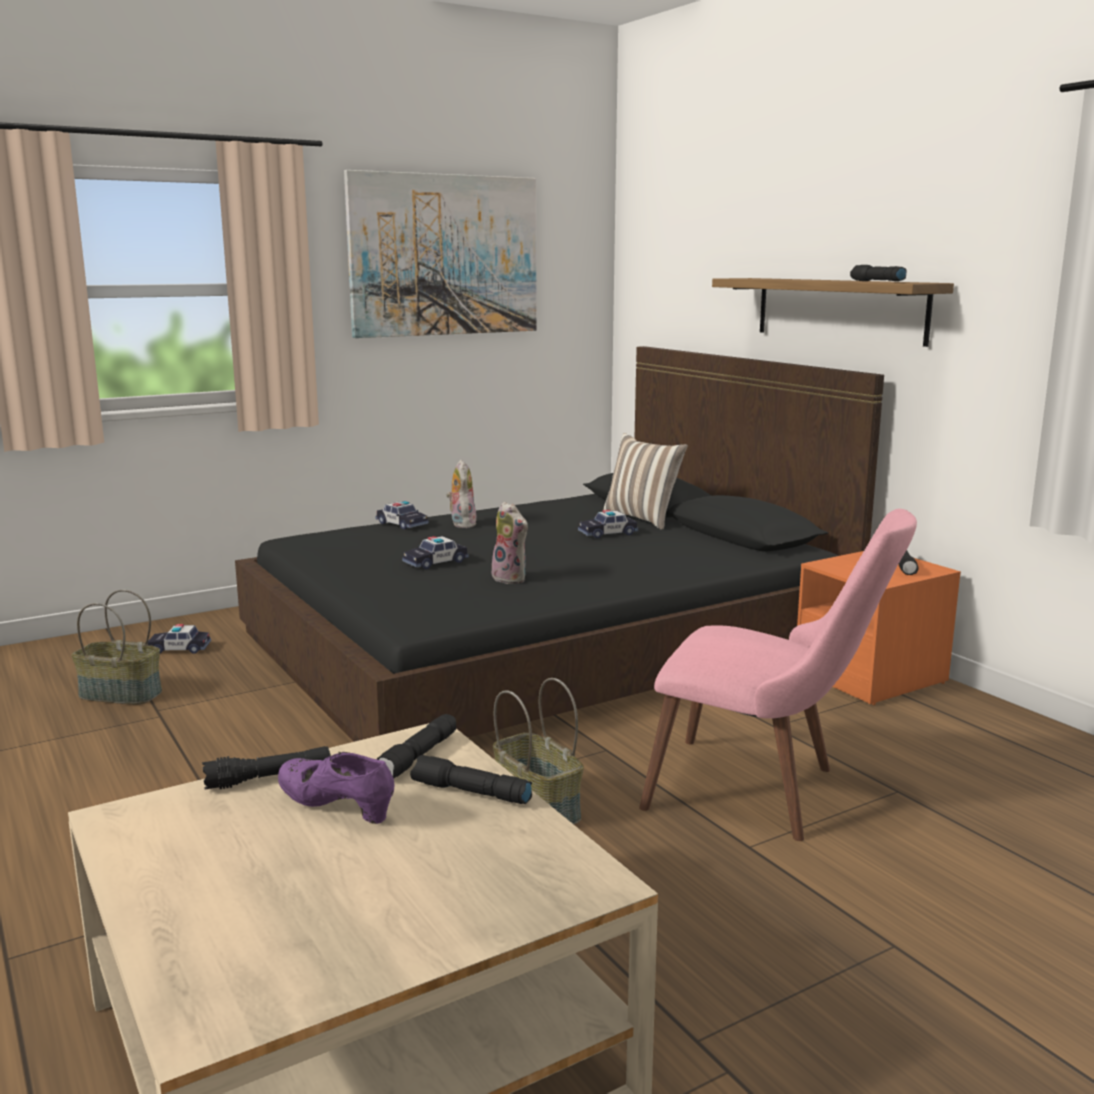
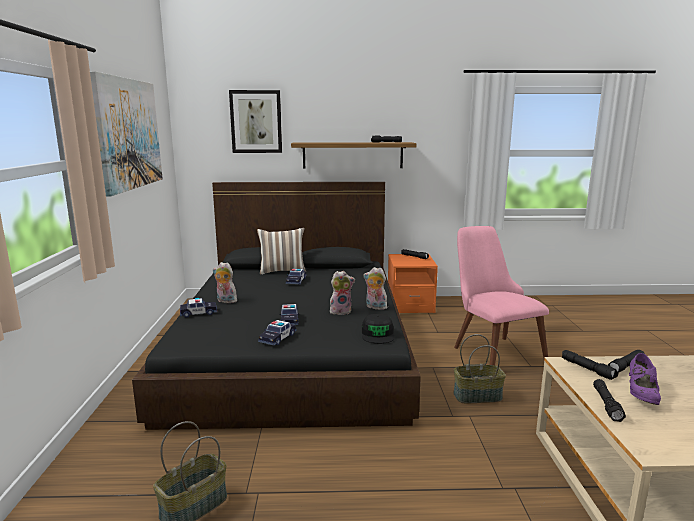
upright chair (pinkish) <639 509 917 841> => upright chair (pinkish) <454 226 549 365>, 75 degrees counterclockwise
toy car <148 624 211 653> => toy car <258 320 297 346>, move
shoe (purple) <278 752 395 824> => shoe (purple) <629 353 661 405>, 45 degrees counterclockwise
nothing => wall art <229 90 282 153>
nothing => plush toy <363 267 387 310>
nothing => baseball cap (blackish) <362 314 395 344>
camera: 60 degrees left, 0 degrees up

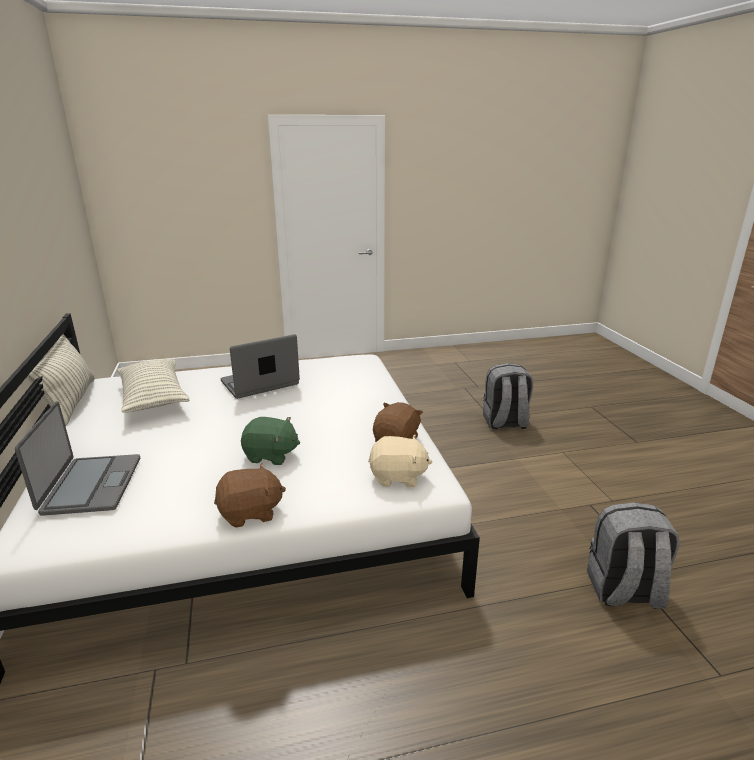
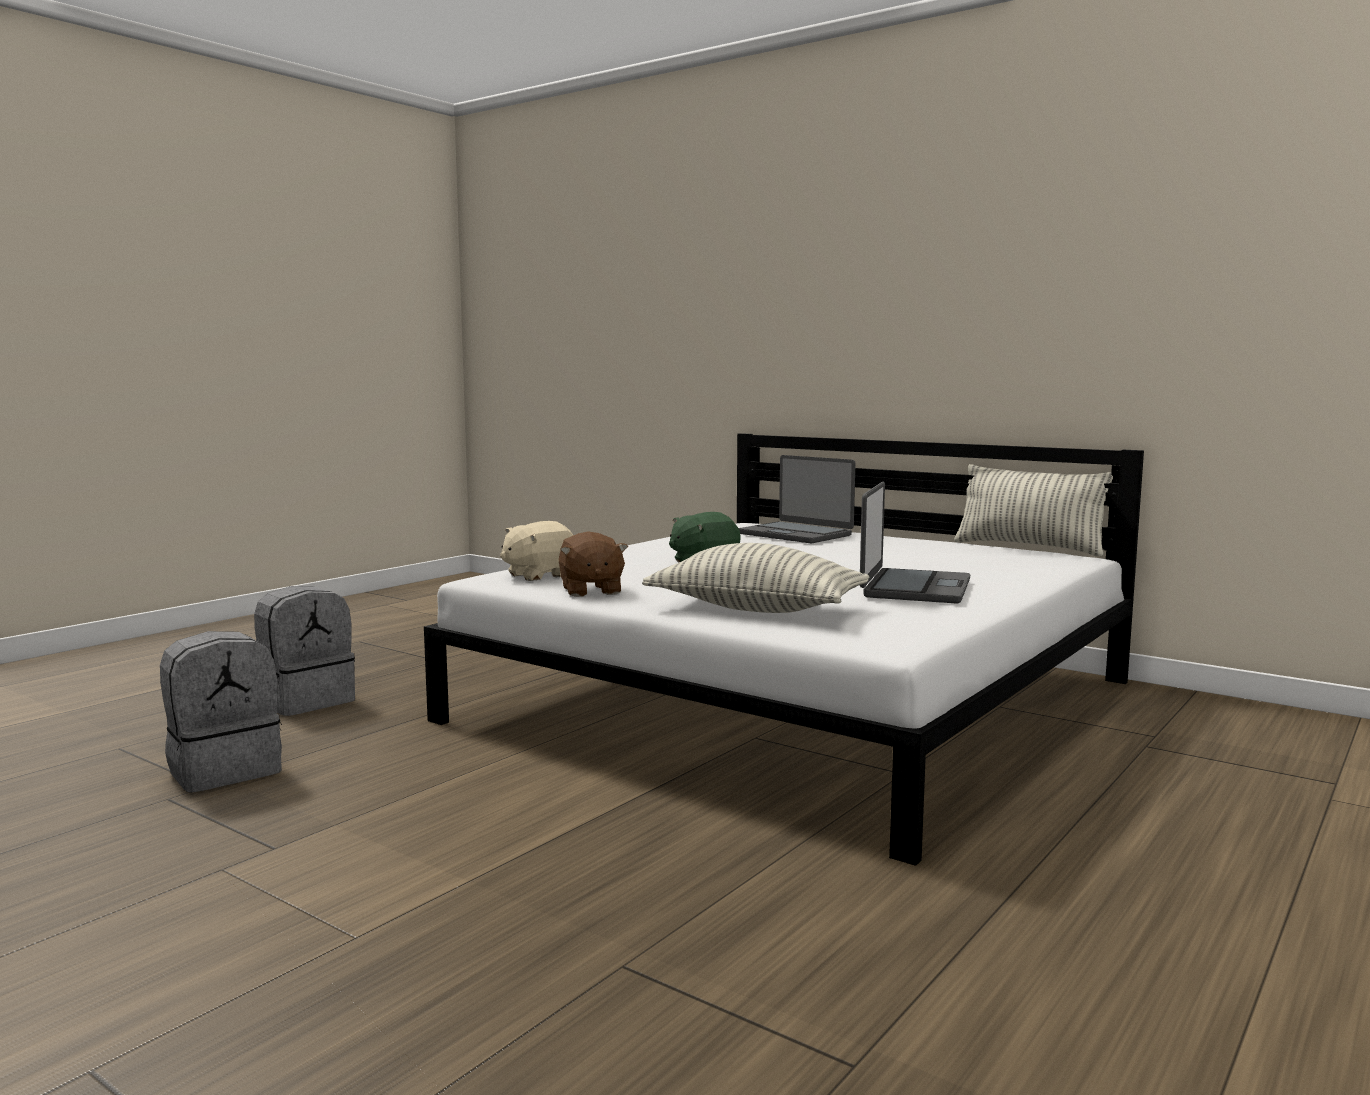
pillow <117 359 190 413> => pillow <642 543 870 613>, move
rucksack (gray) <483 363 533 429> => rucksack (gray) <254 586 355 716>, move
plush toy (brown) <214 463 286 528> => nothing
camera: 140 degrees right, 15 degrees down

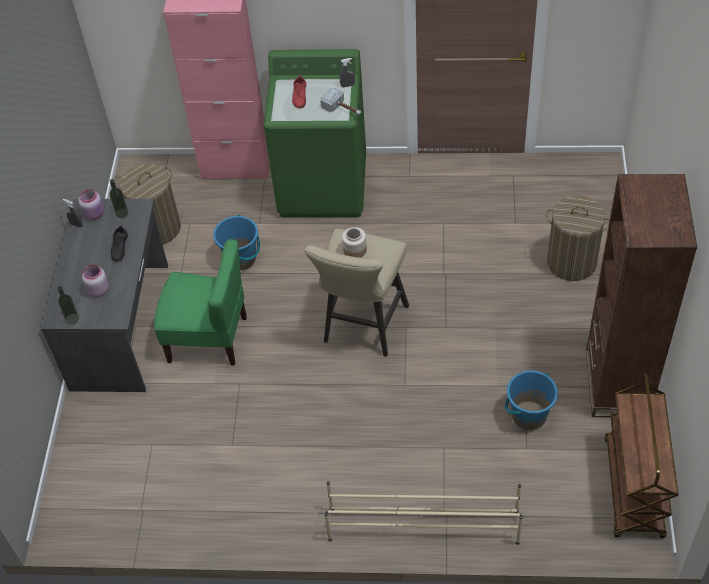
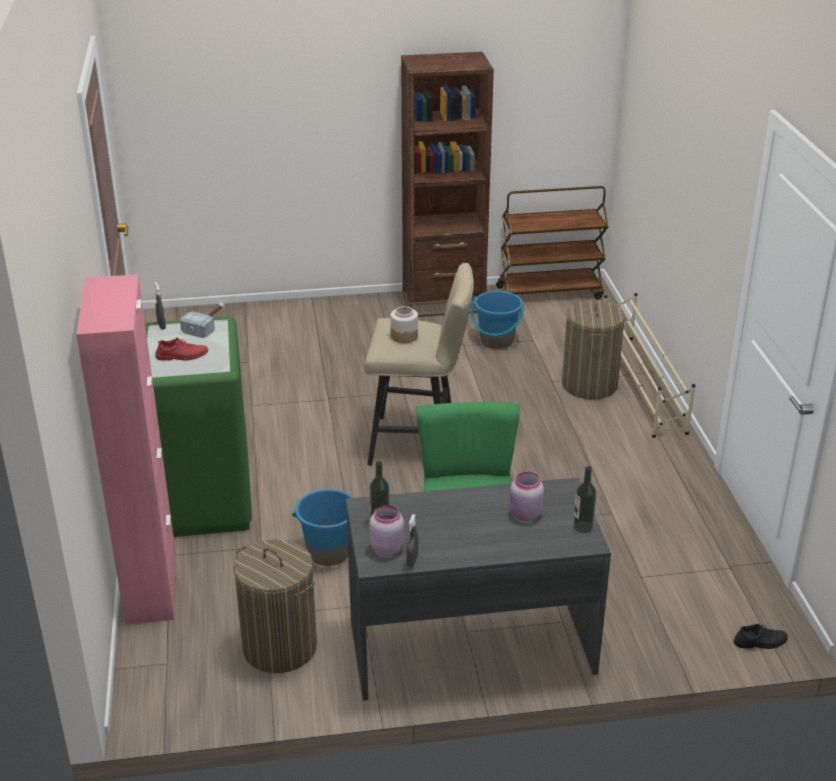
washing basket <546 196 610 281> => washing basket <562 300 625 400>, move
shoe (blackish) <111 226 128 262> => shoe (blackish) <734 624 788 649>, move
camera: 105 degrees left, 20 degrees down

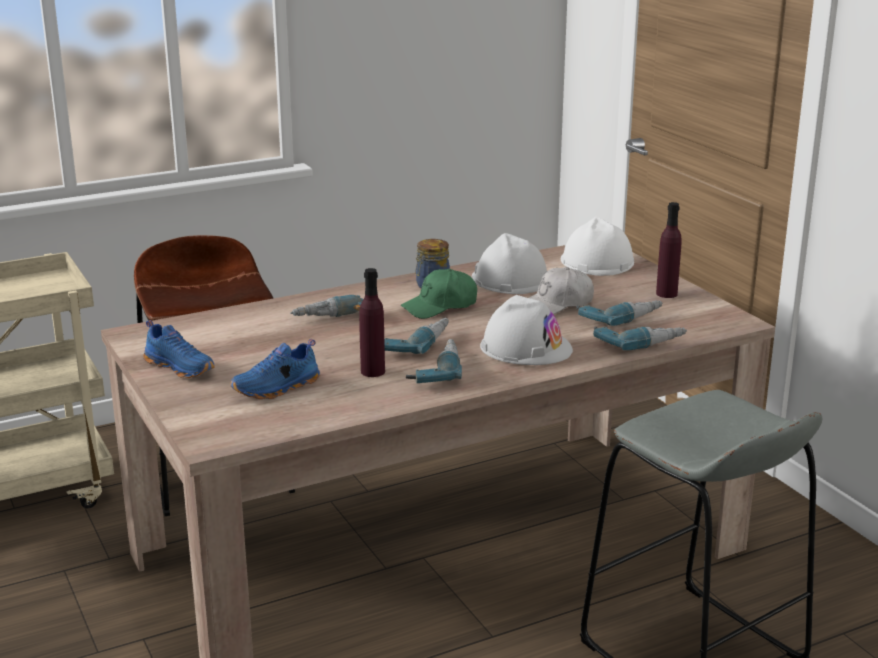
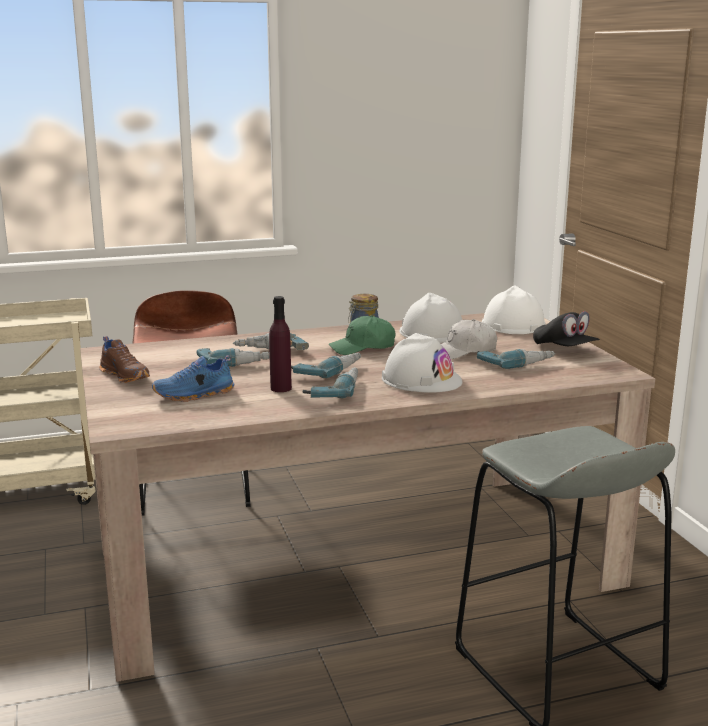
drink bottle (purple) <656 202 682 298> => baseball cap (blackish) <533 311 600 346>
shoe (bluish) <143 320 215 378> => shoe (brown) <99 336 150 383>
drill <593 327 687 350> => drill <196 348 270 367>, move
camera: 10 degrees right, 5 degrees down

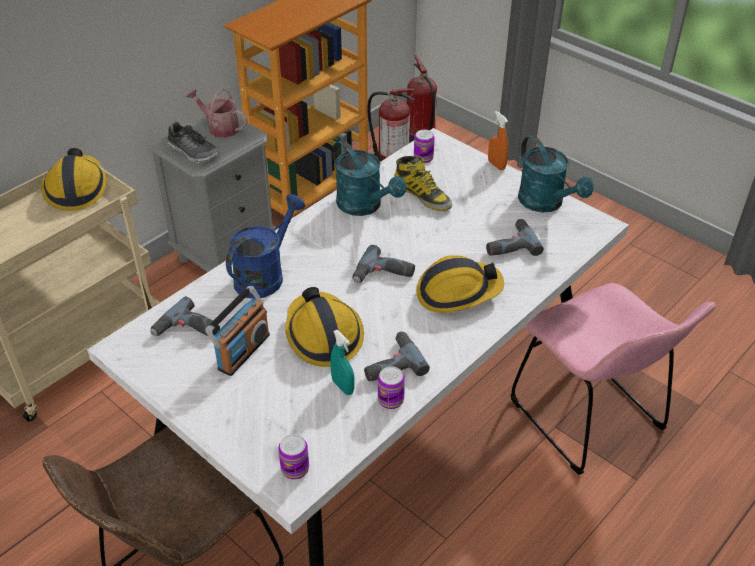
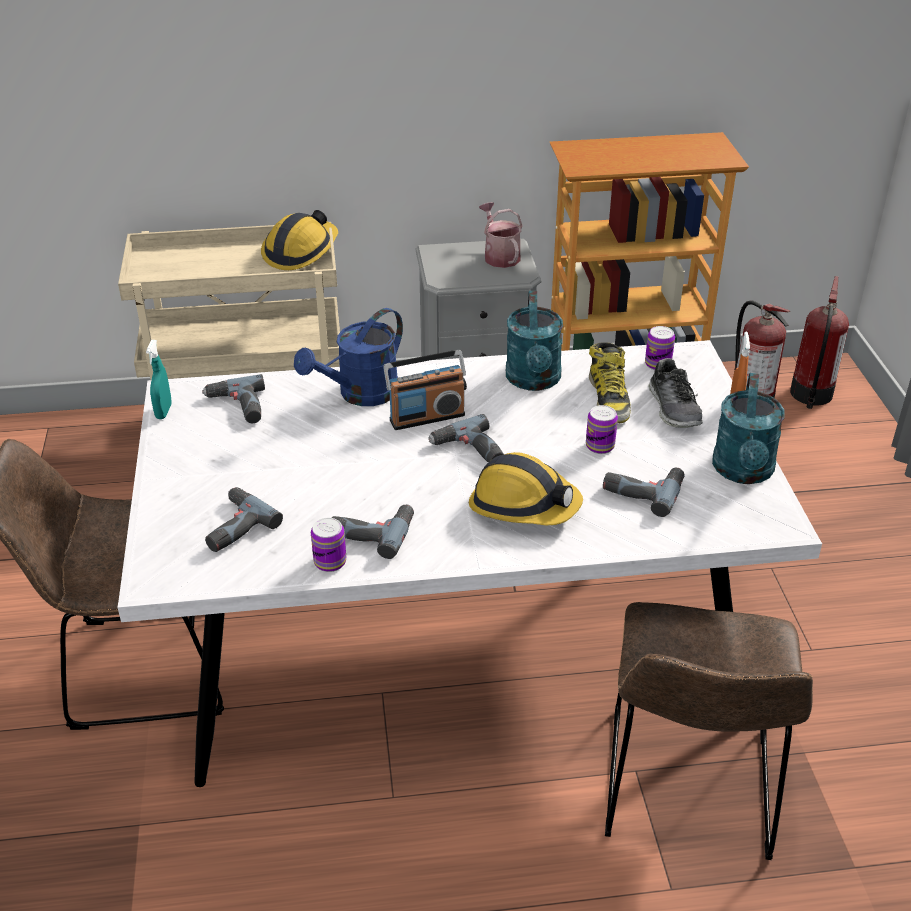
shoe <167 122 219 163> => shoe <648 358 703 428>, move
watering pot (bluish) <226 194 305 299> => watering pot (bluish) <294 308 403 406>, 150 degrees clockwise
upright chair (pinkish) <510 283 716 475> => upright chair (brown) <605 602 813 860>
radio receiver <205 286 270 376> => radio receiver <383 350 467 430>, move
work helmet <285 287 364 367> => nothing
spray bottle (turquoise-coloured) <330 330 354 395> => spray bottle (turquoise-coloured) <146 340 172 419>, move
metal can <278 434 309 479> => metal can <586 405 618 454>, move
nothing => drill <205 487 283 552>
camera: 40 degrees right, 5 degrees down

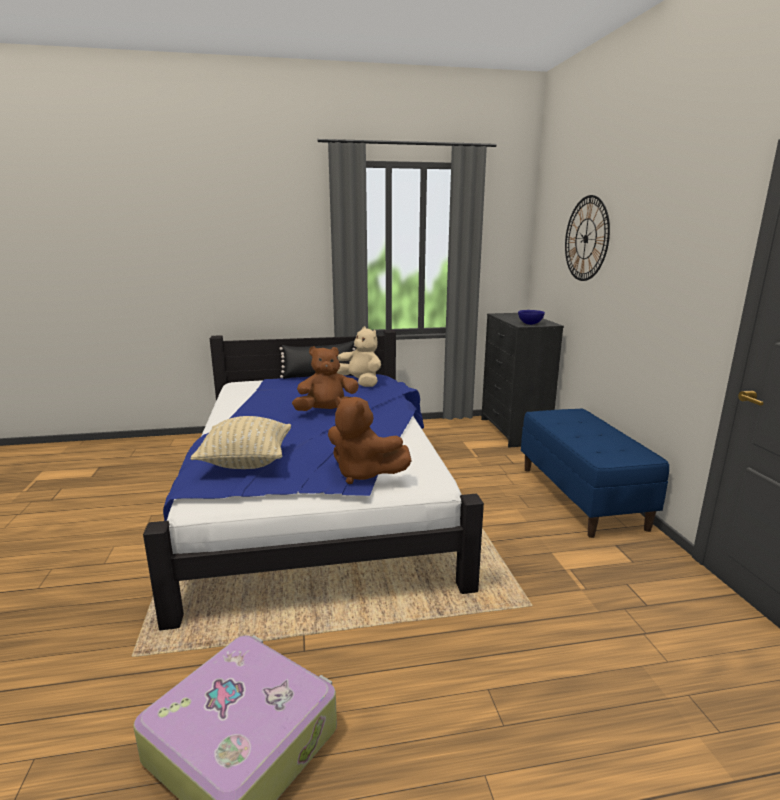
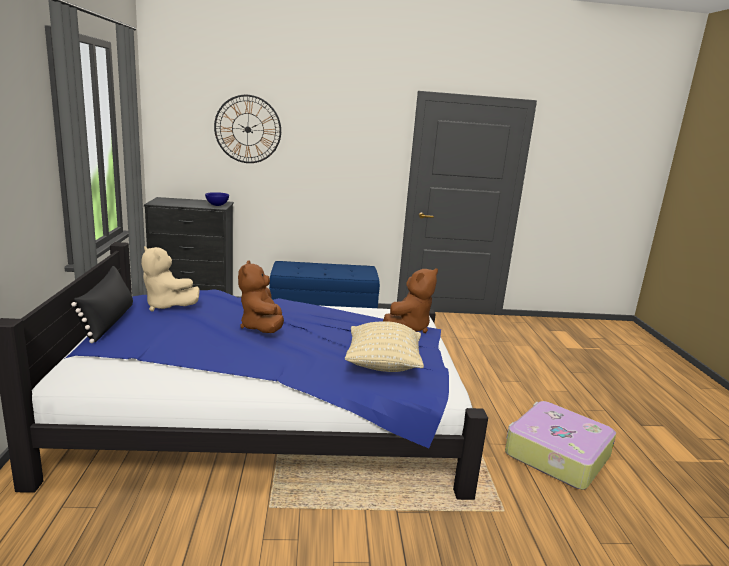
plush toy (sand-coloured) <337 326 381 387> => plush toy (sand-coloured) <141 246 200 311>, 105 degrees counterclockwise
camera: 85 degrees left, 0 degrees up

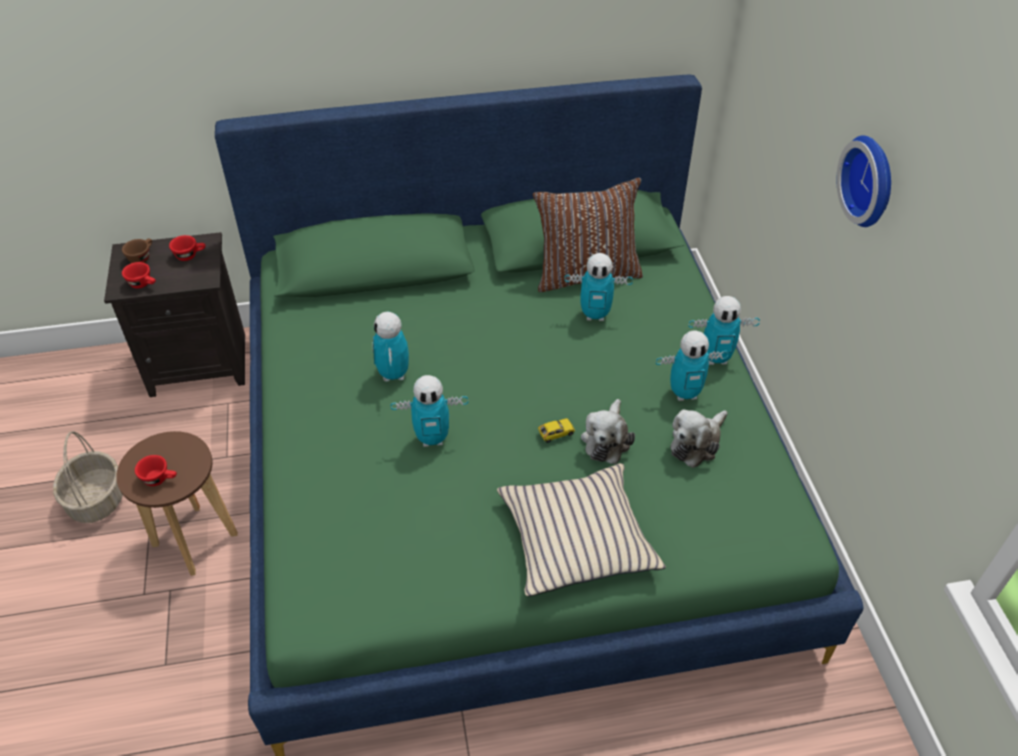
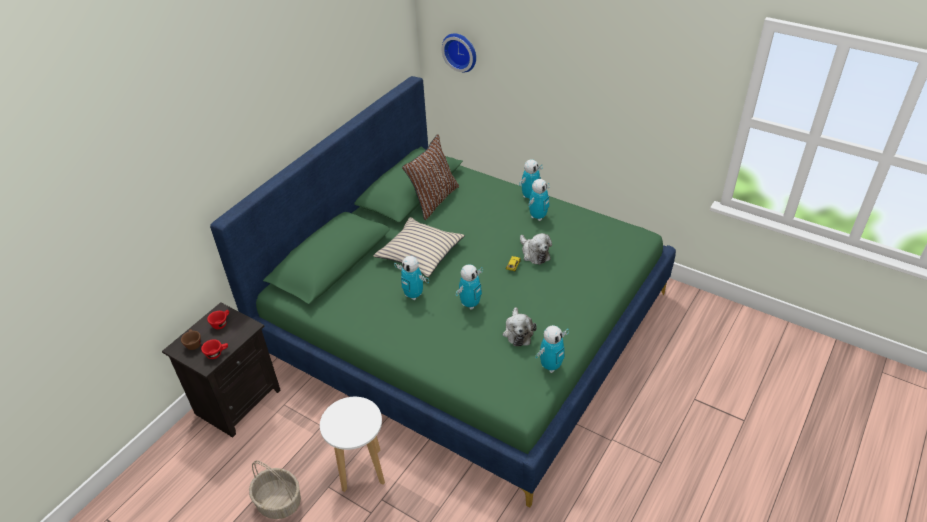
clock on the wall <837 135 891 227> => clock on the wall <442 33 476 72>, move
toy robot <564 253 633 321> => toy robot <535 325 569 373>, move
plush toy <671 409 728 468> => plush toy <503 307 537 346>, move
sitting stool (brown) <116 431 238 576> => sitting stool (white-coloured) <320 397 385 492>
small cup (red) <135 455 177 486> => nothing
pillow (sand-coloured) <497 463 666 596> => pillow (sand-coloured) <374 217 465 277>, move
camera: 45 degrees left, 5 degrees down

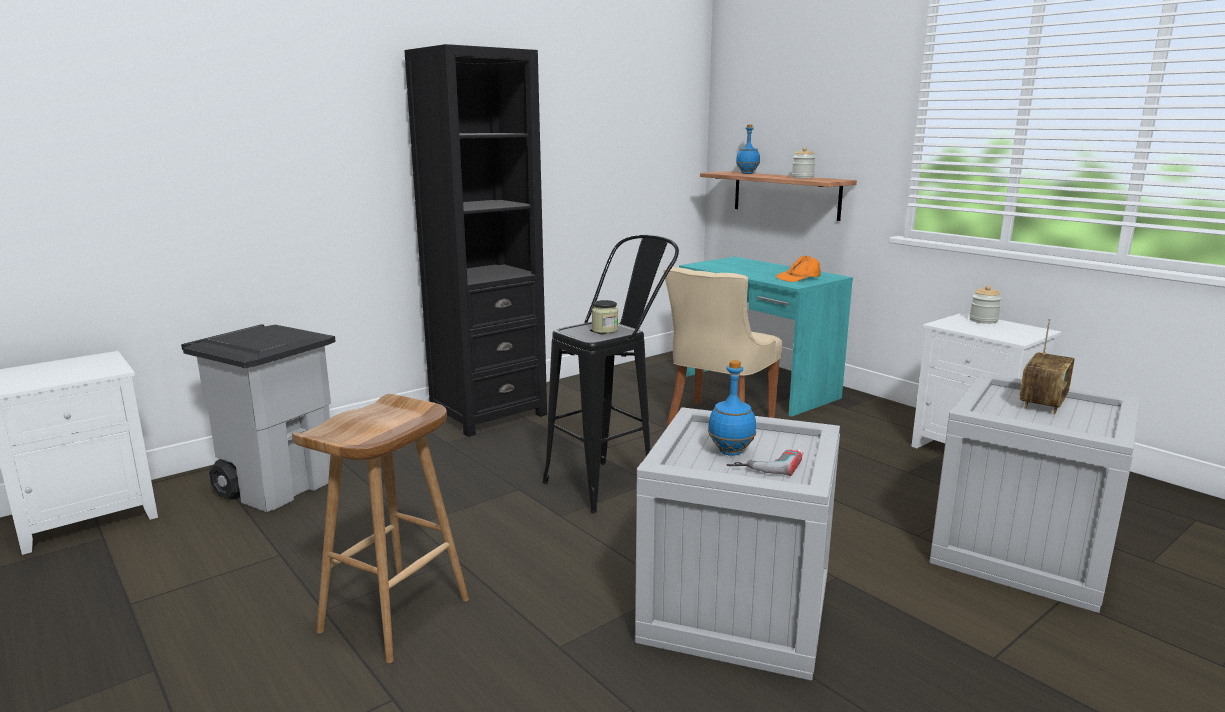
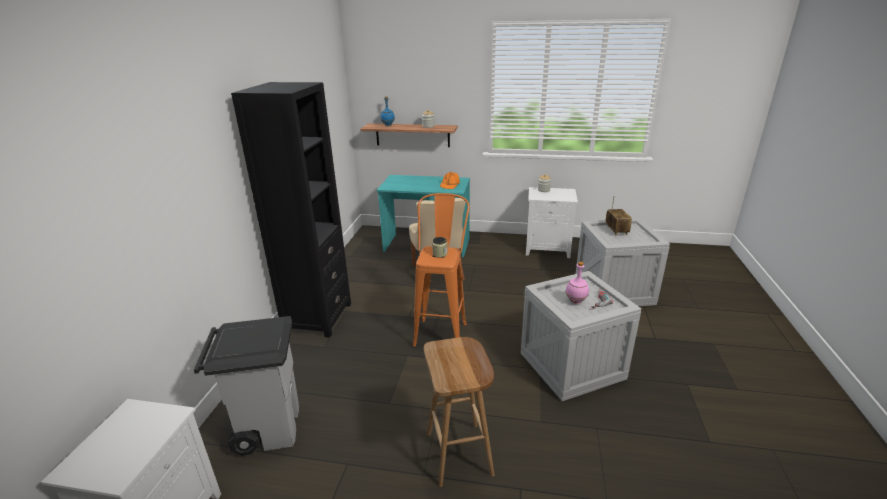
sitting stool (blackish) <543 234 679 513> => sitting stool (orangey) <413 193 470 346>
drink bottle (bluish) <708 360 756 456> => drink bottle (pinkish) <565 262 589 304>
camera: 40 degrees left, 10 degrees up

